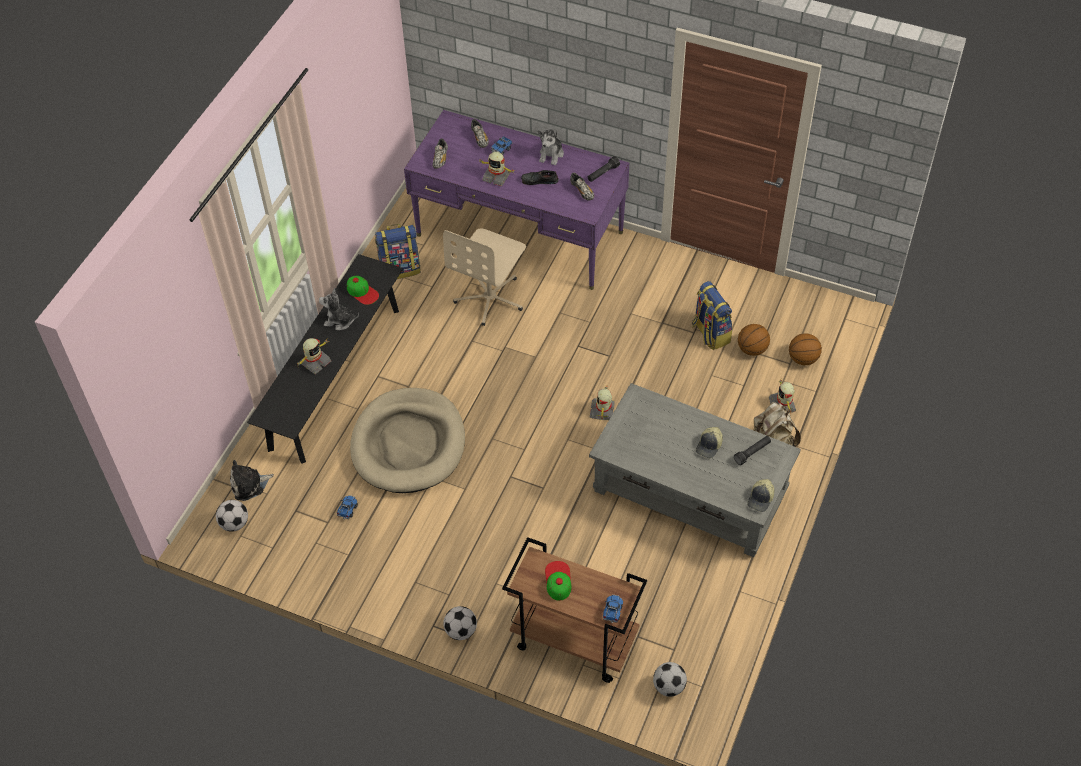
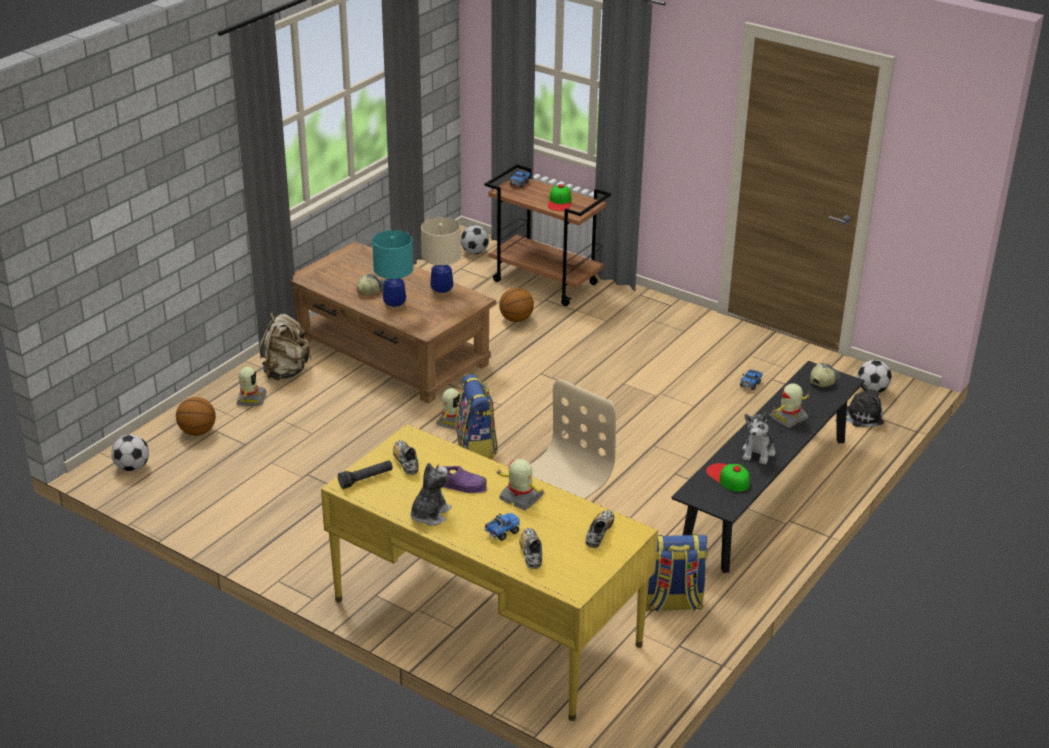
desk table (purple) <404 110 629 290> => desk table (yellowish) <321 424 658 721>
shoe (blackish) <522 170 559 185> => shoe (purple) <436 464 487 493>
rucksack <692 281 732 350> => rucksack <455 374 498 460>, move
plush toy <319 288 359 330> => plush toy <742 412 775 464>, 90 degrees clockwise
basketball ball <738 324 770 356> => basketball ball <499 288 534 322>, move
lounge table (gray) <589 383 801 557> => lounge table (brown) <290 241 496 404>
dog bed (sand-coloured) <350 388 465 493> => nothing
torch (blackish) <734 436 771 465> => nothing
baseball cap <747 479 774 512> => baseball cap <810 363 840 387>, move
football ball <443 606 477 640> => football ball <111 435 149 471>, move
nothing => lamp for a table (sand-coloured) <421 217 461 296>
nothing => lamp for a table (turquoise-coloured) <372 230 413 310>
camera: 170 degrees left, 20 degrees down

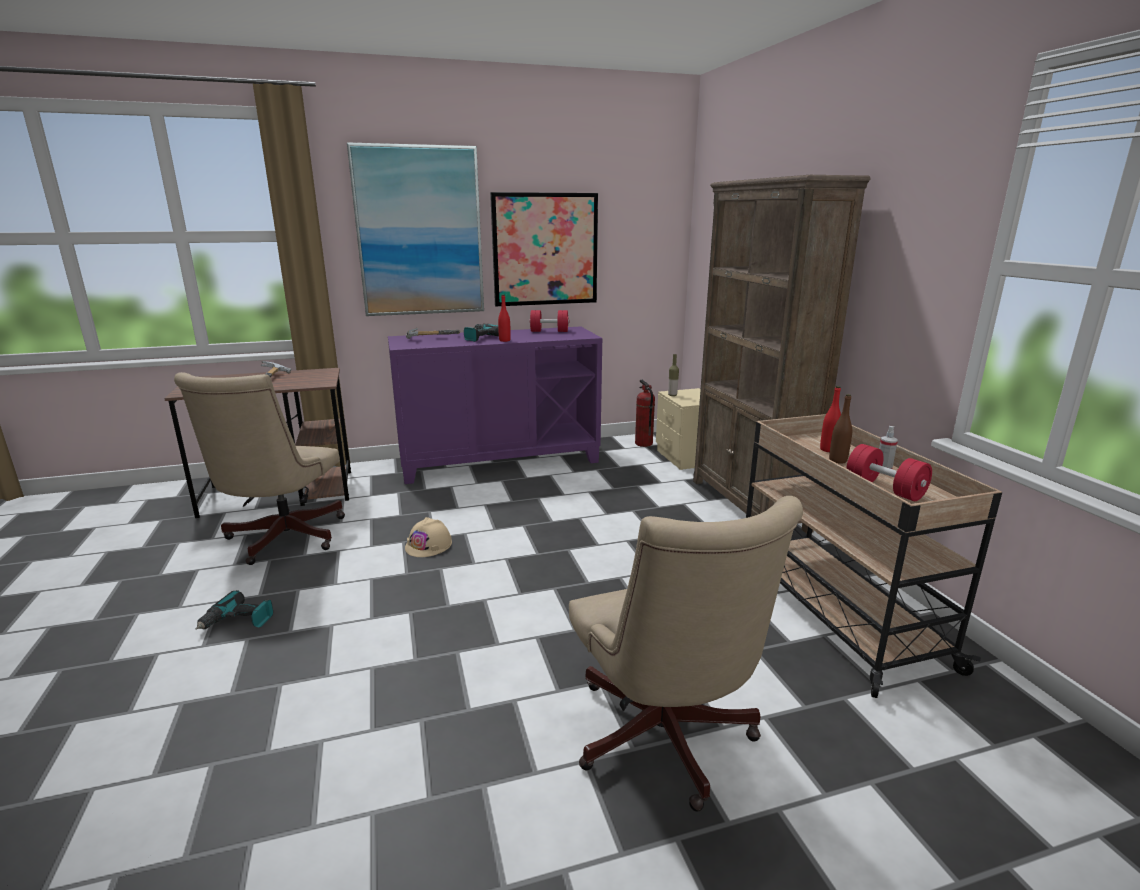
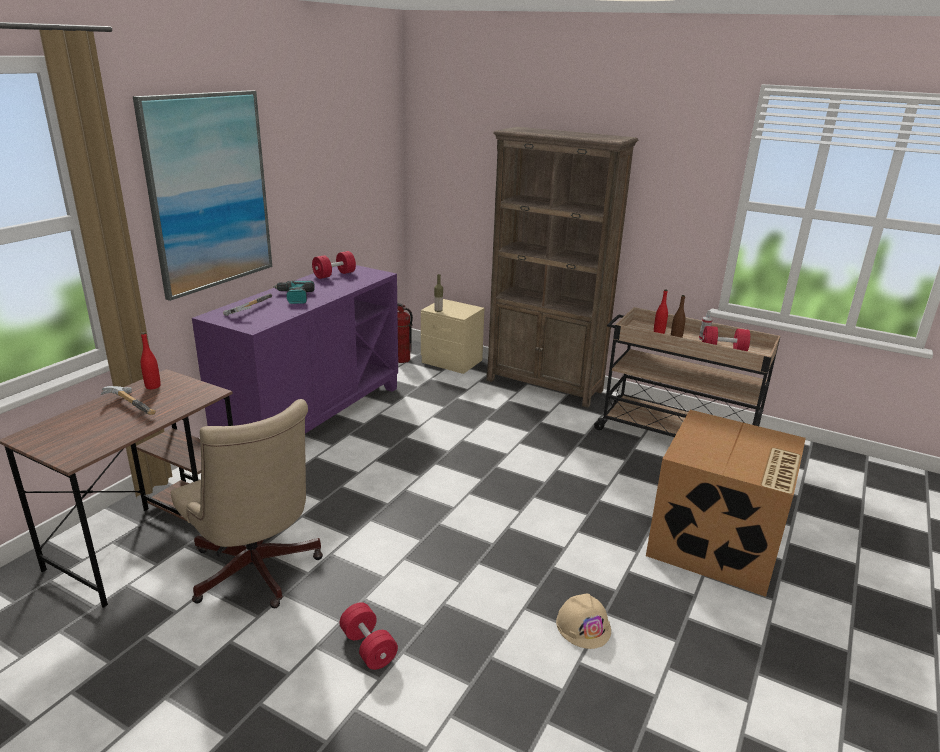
wall art <490 192 598 306> => nothing
drink bottle (red) <498 295 511 342> => drink bottle (red) <141 332 161 389>, move
office chair (sand-coloured) <569 496 803 812> => cardboard box <646 410 806 597>
work helmet (sand-coloured) <405 517 452 557> => work helmet (sand-coloured) <556 593 611 649>, move
drill <196 590 273 630> => hand weight (red) <339 602 398 670>
camera: 45 degrees left, 5 degrees up

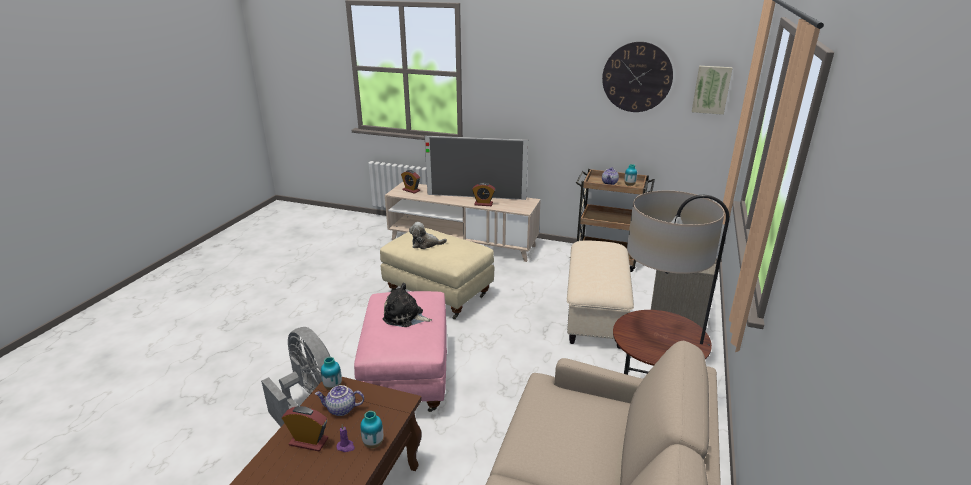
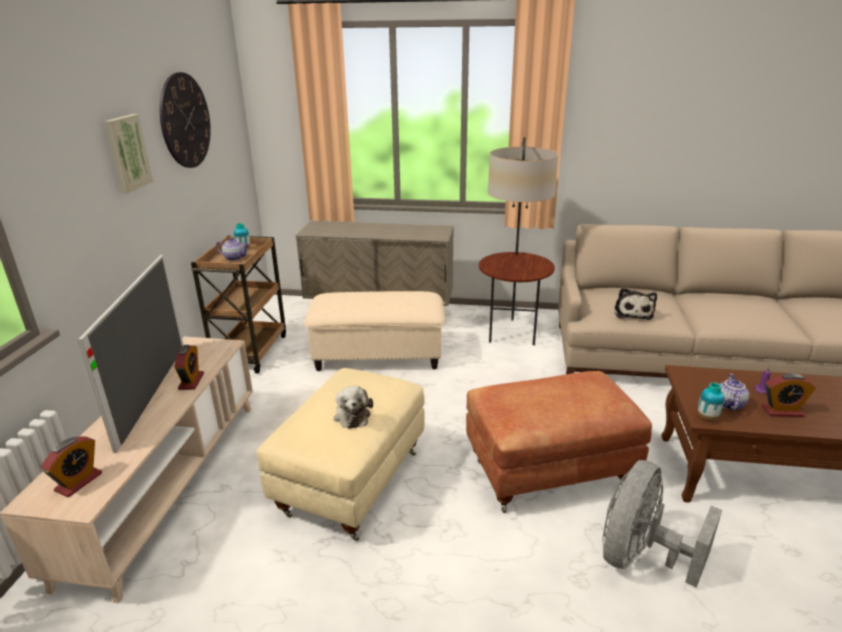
wall art <692 66 733 115> => wall art <104 114 153 193>, move
plush toy <383 283 432 327> => plush toy <614 288 657 320>, move
footrest (pinkish) <354 291 447 412> => footrest (brown) <466 371 652 513>
tea pot <315 385 364 416> => tea pot <720 374 749 410>, 150 degrees counterclockwise
table clock <282 406 328 451> => table clock <762 373 816 417>, 90 degrees counterclockwise
decorative vase <360 411 383 448> => nothing
camera: 100 degrees left, 0 degrees up

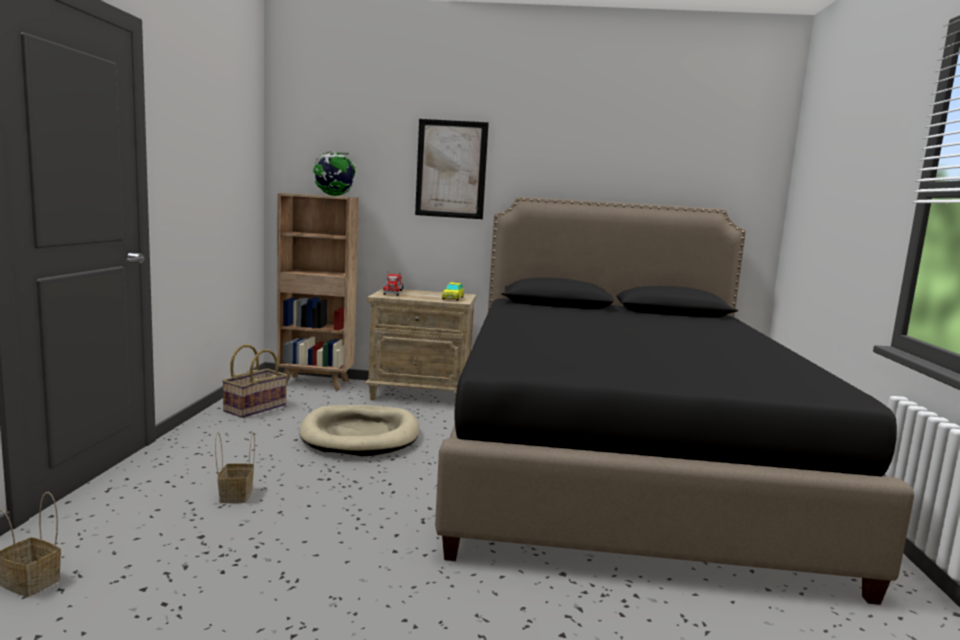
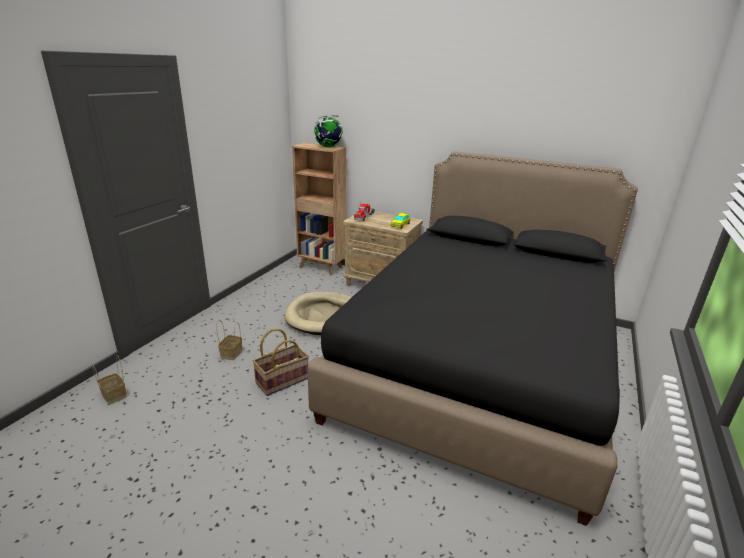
wall art <415 119 489 219> => nothing
storage basket <222 344 287 418> => storage basket <252 328 309 396>, move
camera: 20 degrees right, 15 degrees up

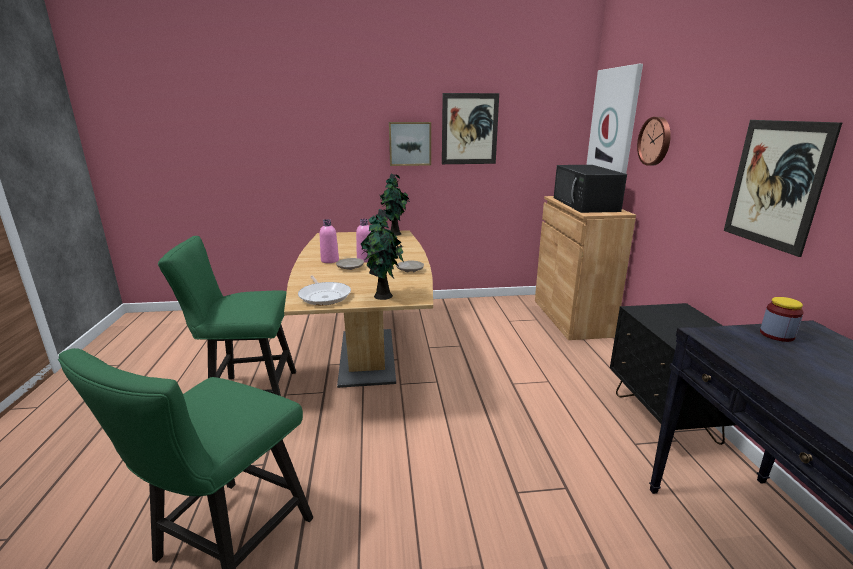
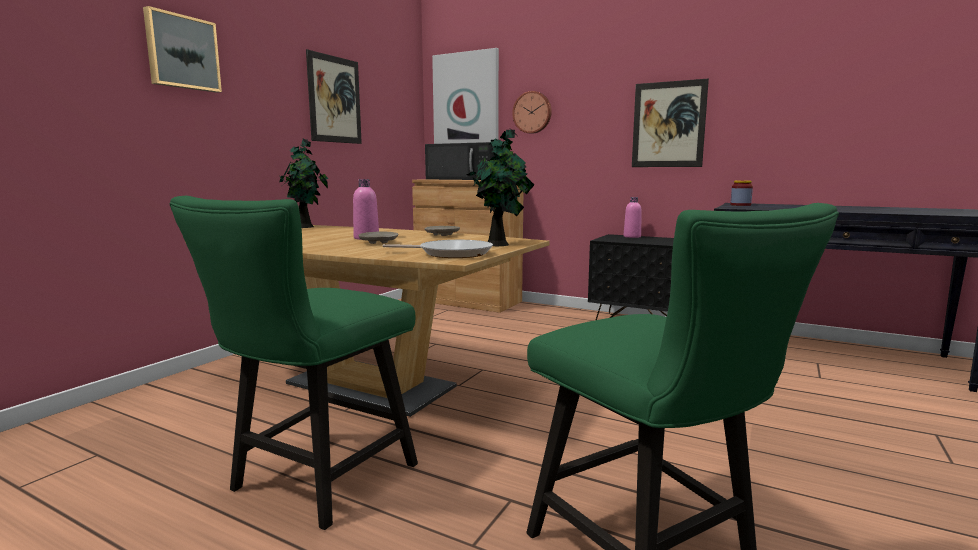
wall art <389 122 431 166> => wall art <143 6 222 93>, move
drink bottle (pinkish) <320 219 339 263> => drink bottle (pinkish) <624 197 642 238>, move
camera: 55 degrees left, 10 degrees down

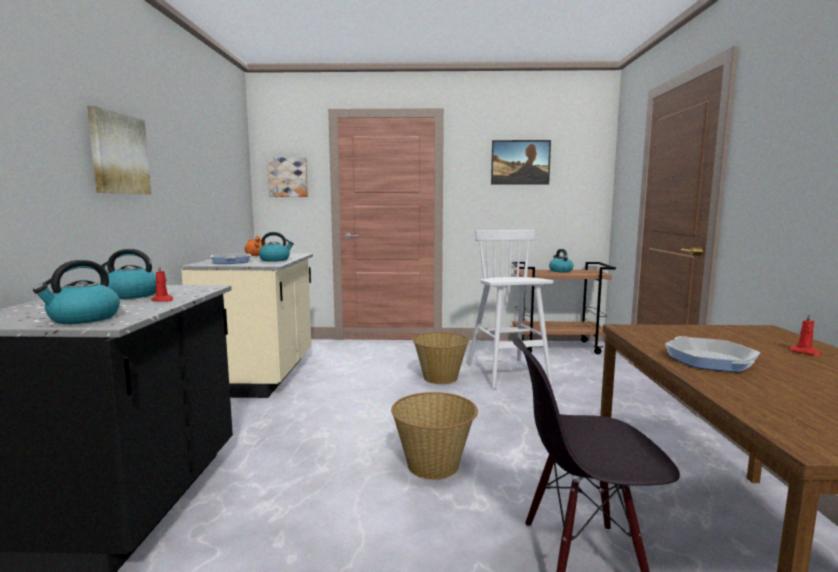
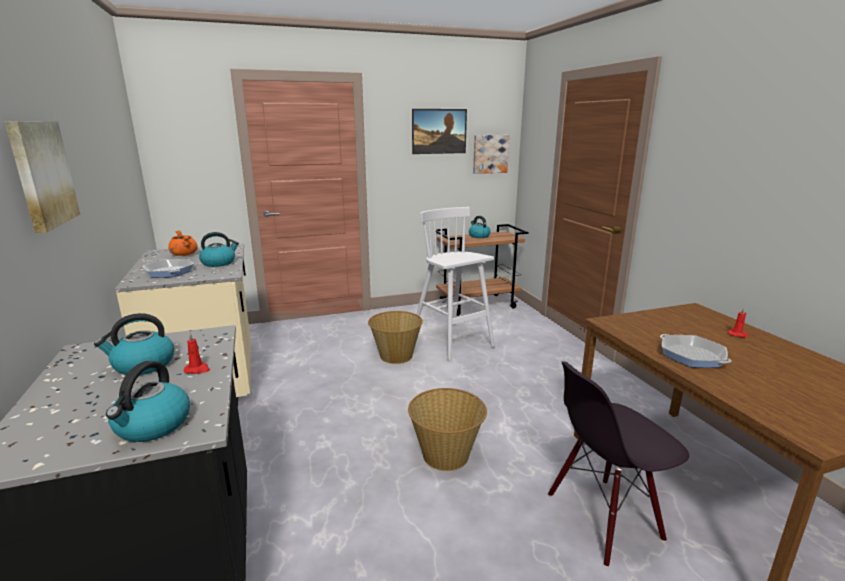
wall art <267 157 308 197> => wall art <473 135 510 174>, move
camera: 20 degrees left, 10 degrees up

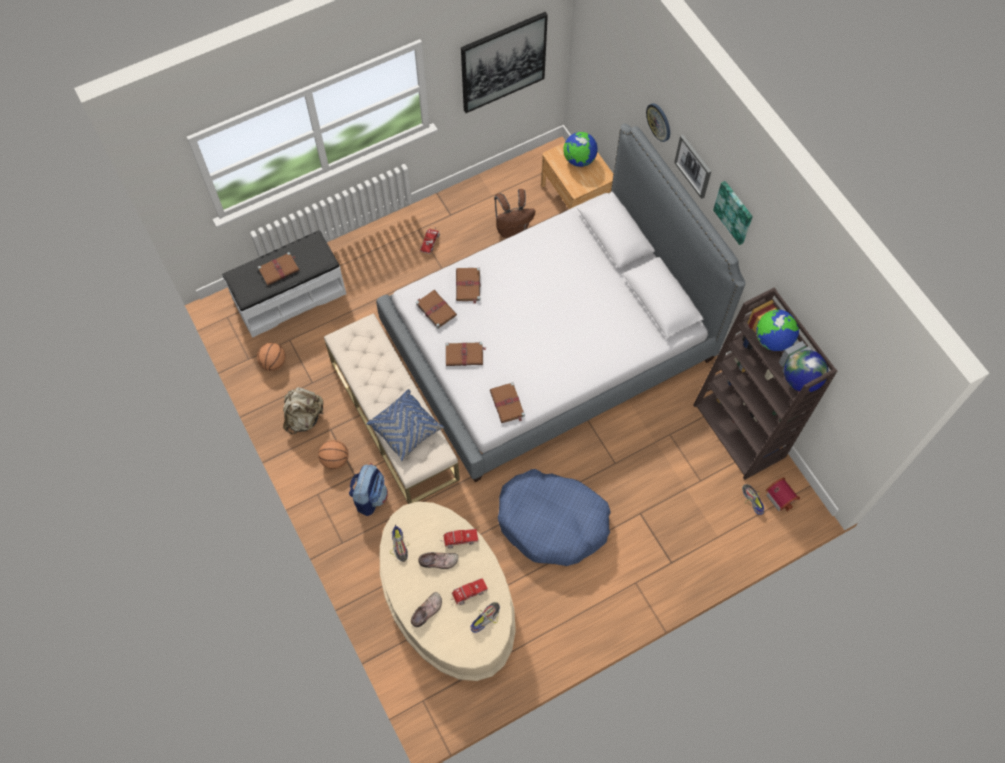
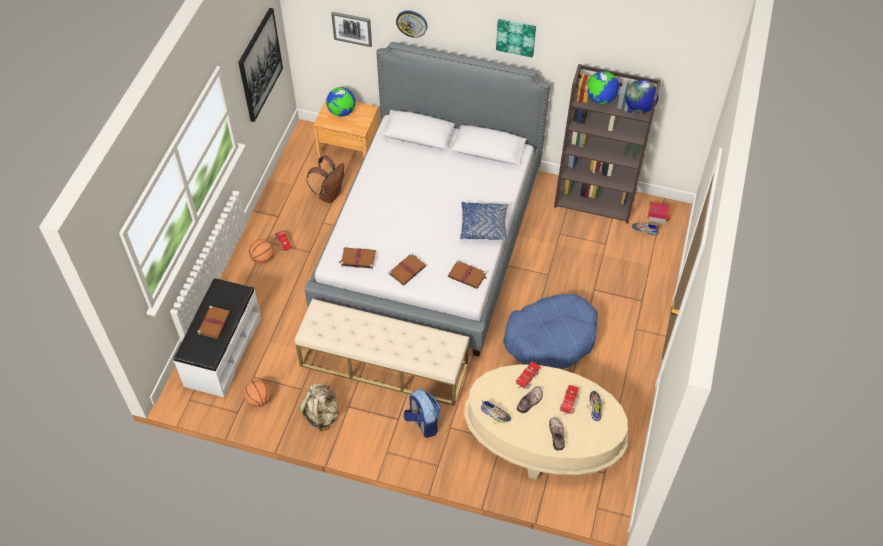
wall art <674 135 711 199> => wall art <331 12 372 47>, move
book (brown) <456 268 481 304> => nothing
pillow (bluish) <366 389 444 461> => pillow (bluish) <460 202 509 241>, move
basketball ball <318 440 349 469> => basketball ball <249 239 274 264>, move
camera: 45 degrees left, 10 degrees down

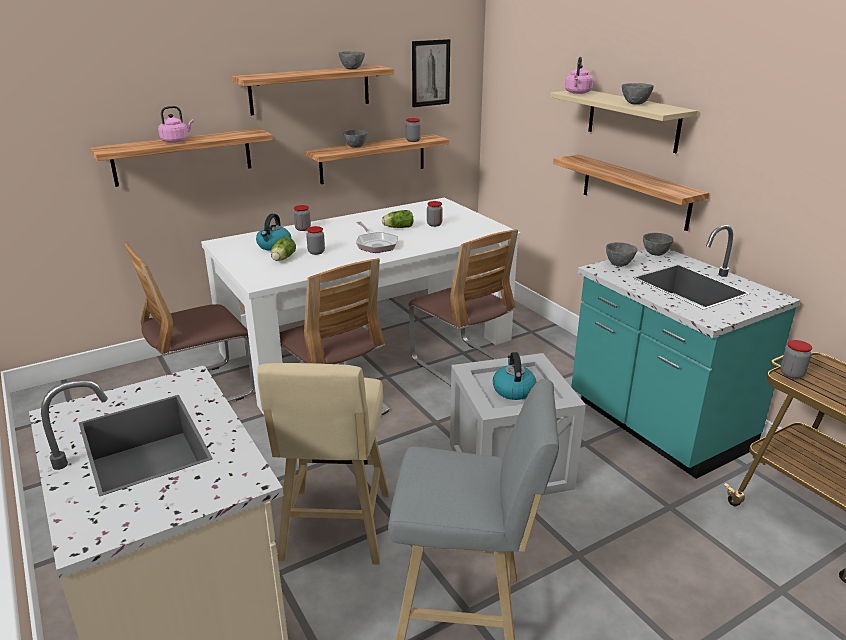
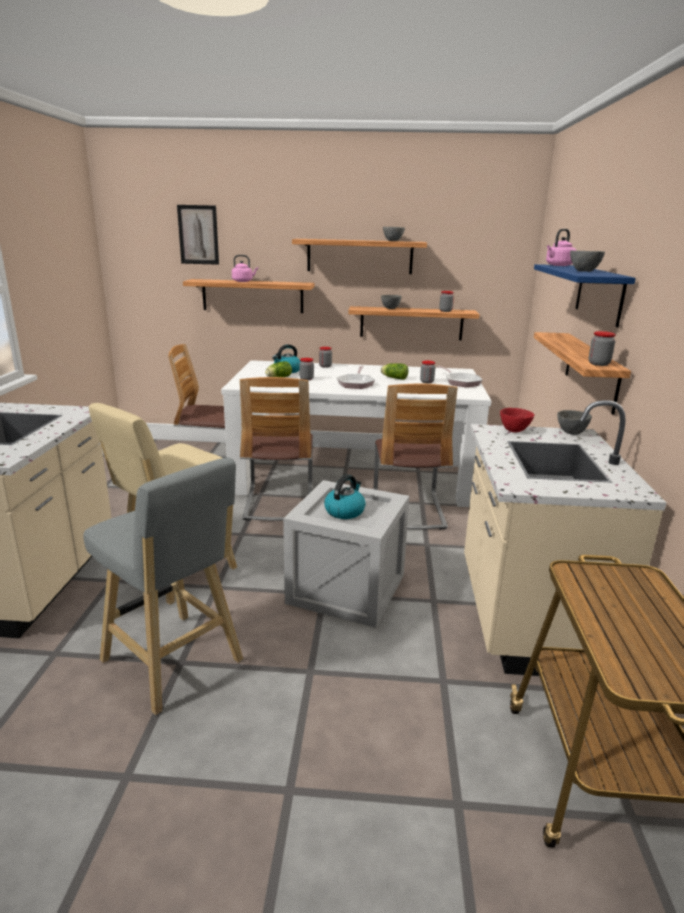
wall art <412 39 450 107> => wall art <177 205 219 265>, move
bracket shelf (sand-coloured) <550 91 698 153> => bracket shelf (bluish) <534 264 636 327>
kitchen counter (turquoise-coloured) <571 225 800 479> => kitchen counter (sand-coloured) <464 400 666 678>
deep dish (gray) <606 242 638 267> => deep dish (red) <500 408 534 433>
jar <780 340 812 379> => jar <589 331 616 366>, move
nothing => pan <436 366 482 387>
camera: 35 degrees right, 5 degrees down

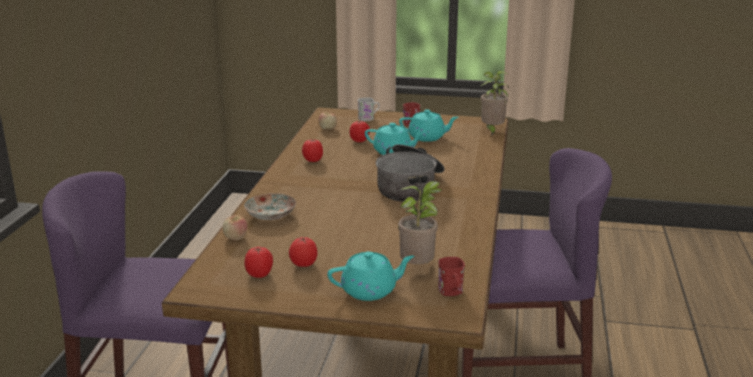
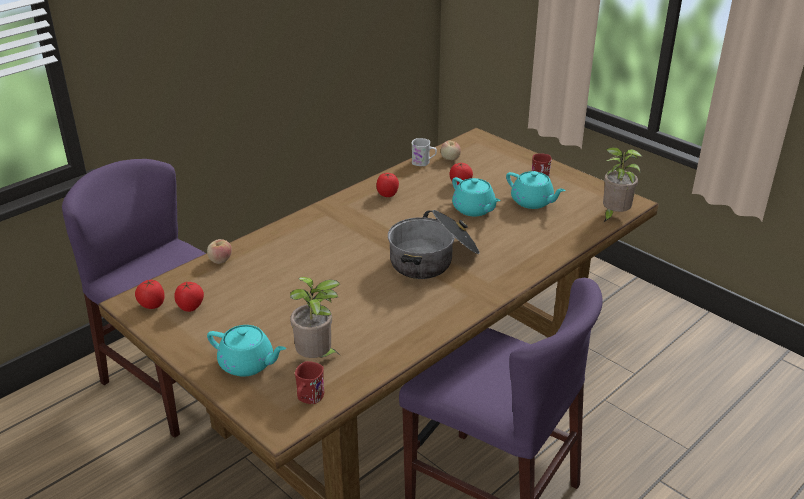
mug (white-coloured) <358 98 380 121> => mug (white-coloured) <411 138 437 166>, move
flat dish <244 193 296 220> => nothing
tomato <289 236 317 267> => tomato <135 280 165 309>, move
camera: 35 degrees right, 10 degrees up

